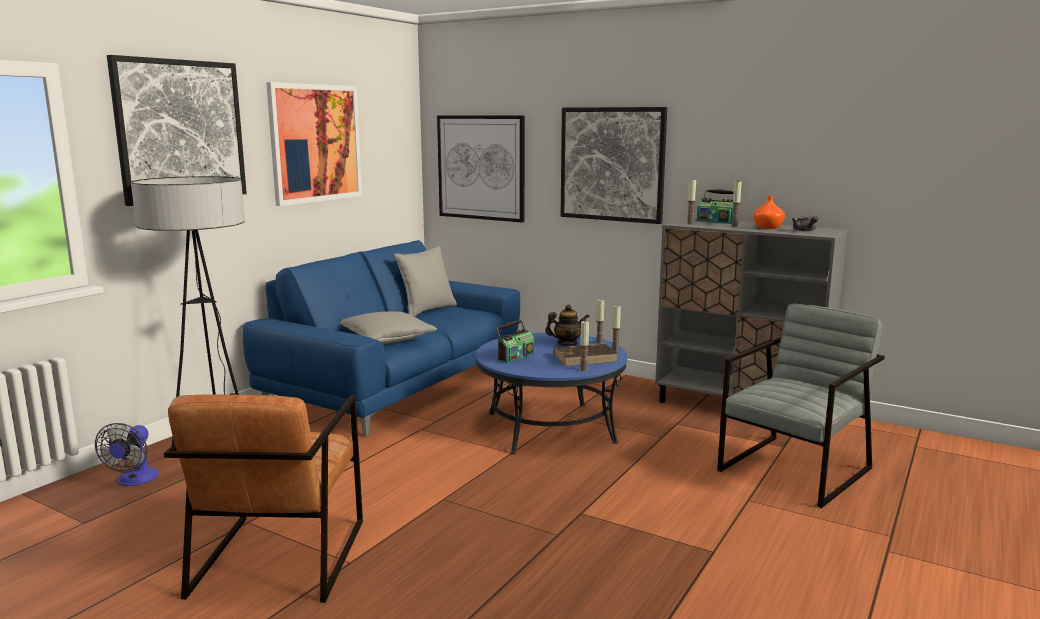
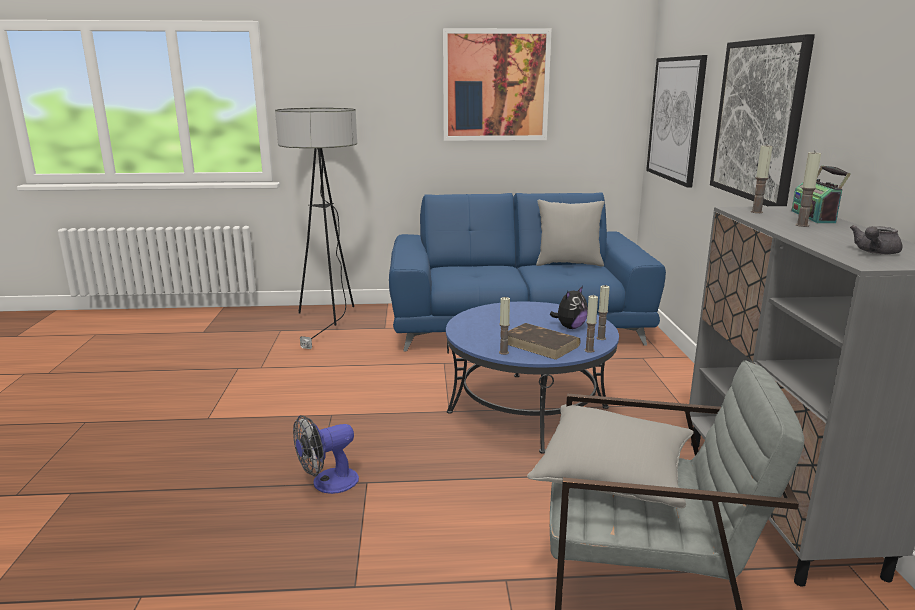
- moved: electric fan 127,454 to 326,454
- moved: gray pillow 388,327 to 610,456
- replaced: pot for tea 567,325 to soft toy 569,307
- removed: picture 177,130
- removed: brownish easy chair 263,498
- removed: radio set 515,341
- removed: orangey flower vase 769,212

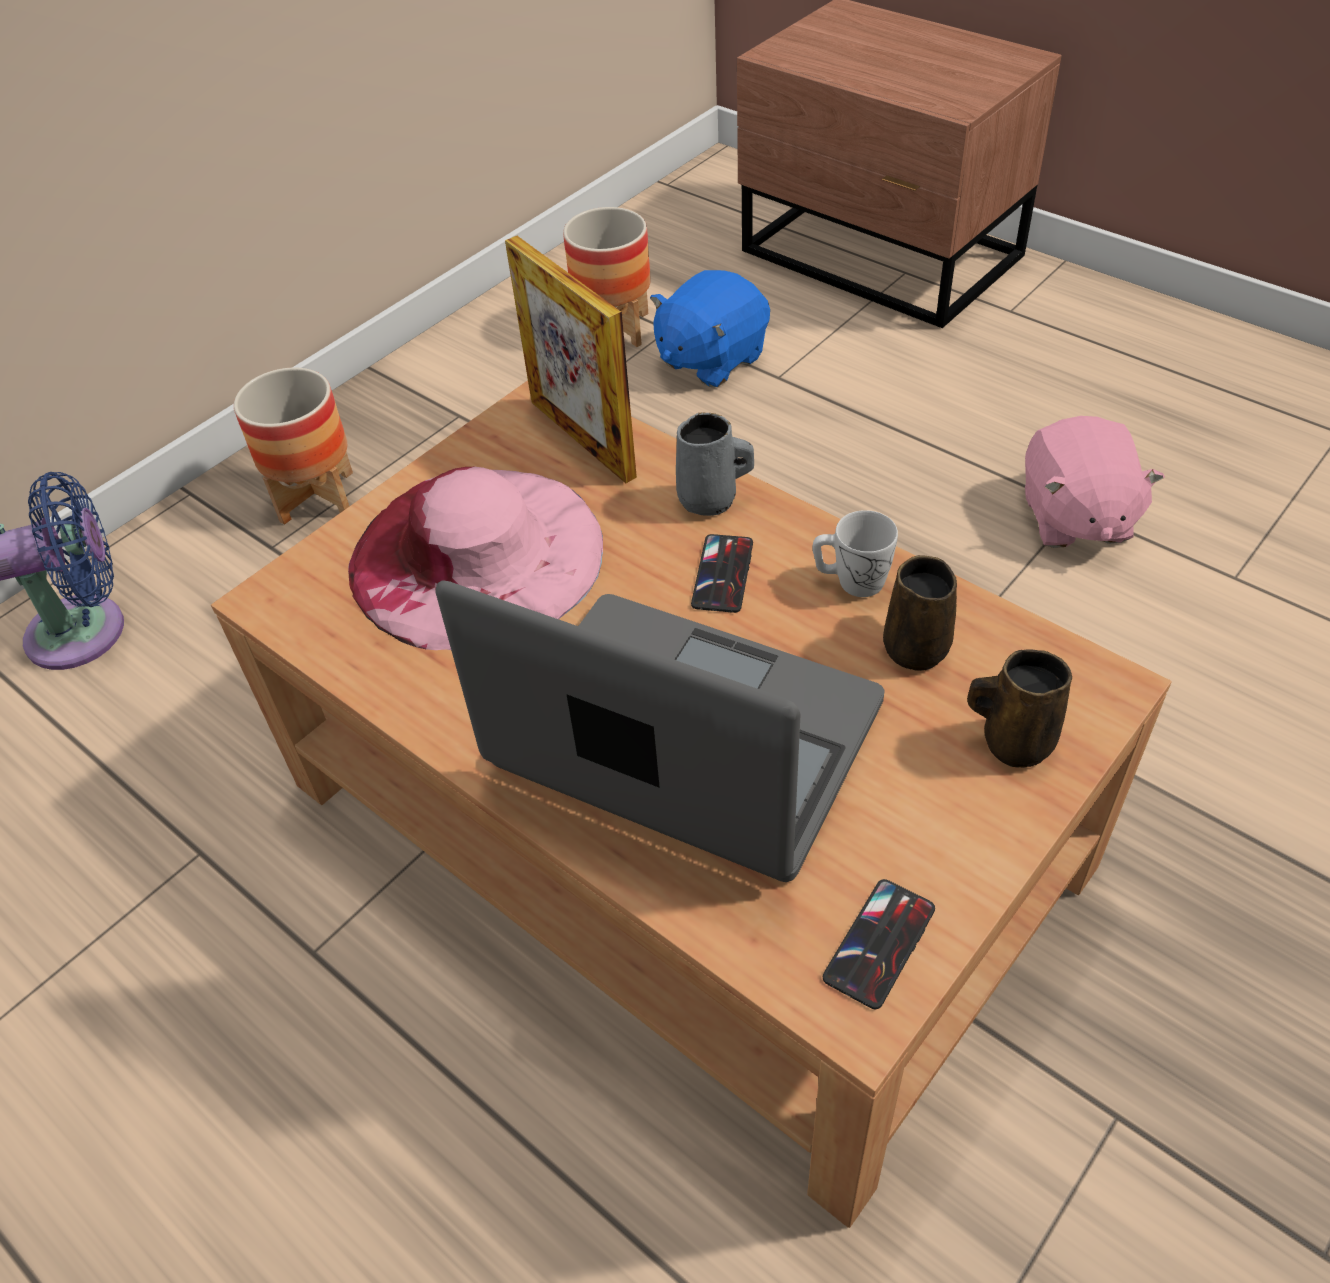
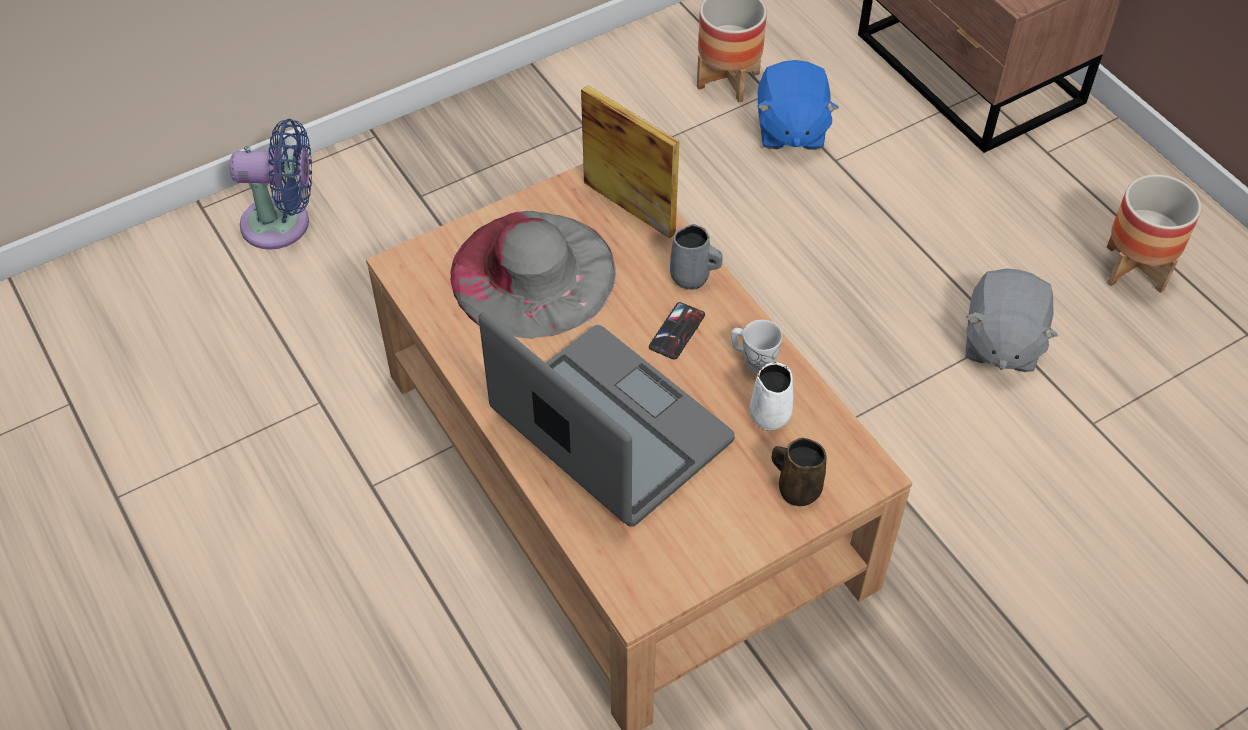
- recoloured: pink hat 475,558 to gray hat 533,275
- turned: standing frame 571,360 = 630,161 150 degrees clockwise
- recoloured: brownish tea mug 920,613 to white tea mug 771,396
- turned: blue-coloured soft toy 710,328 = 798,105 60 degrees counterclockwise
- recoloured: pink soft toy 1095,482 to gray soft toy 1012,320
- moved: plant pot 293,446 to 1154,233
- removed: phone 879,944

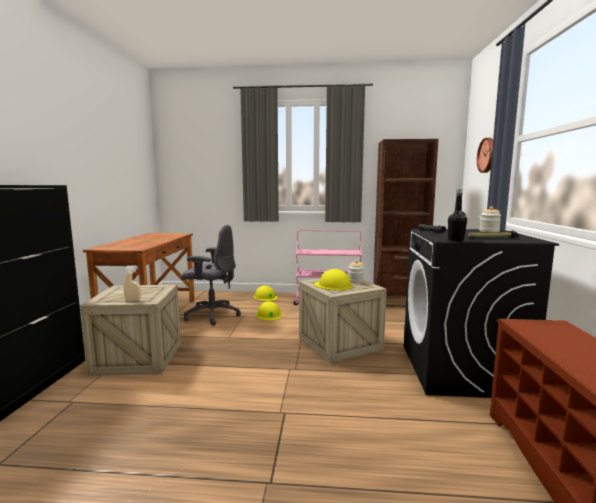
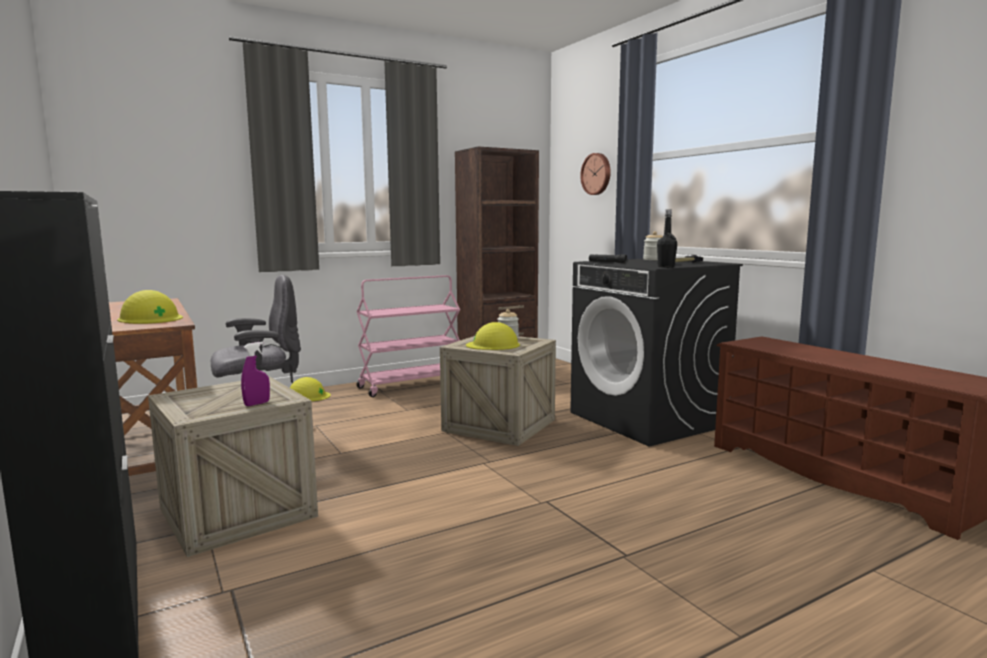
- moved: yellowish hard hat 269,311 to 150,307
- recoloured: beige-coloured sprayer 132,283 to purple sprayer 255,374

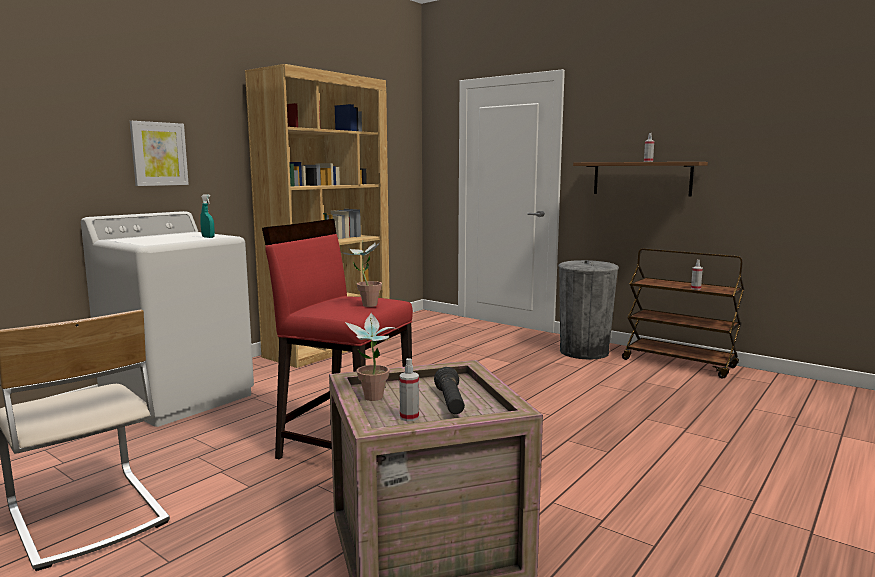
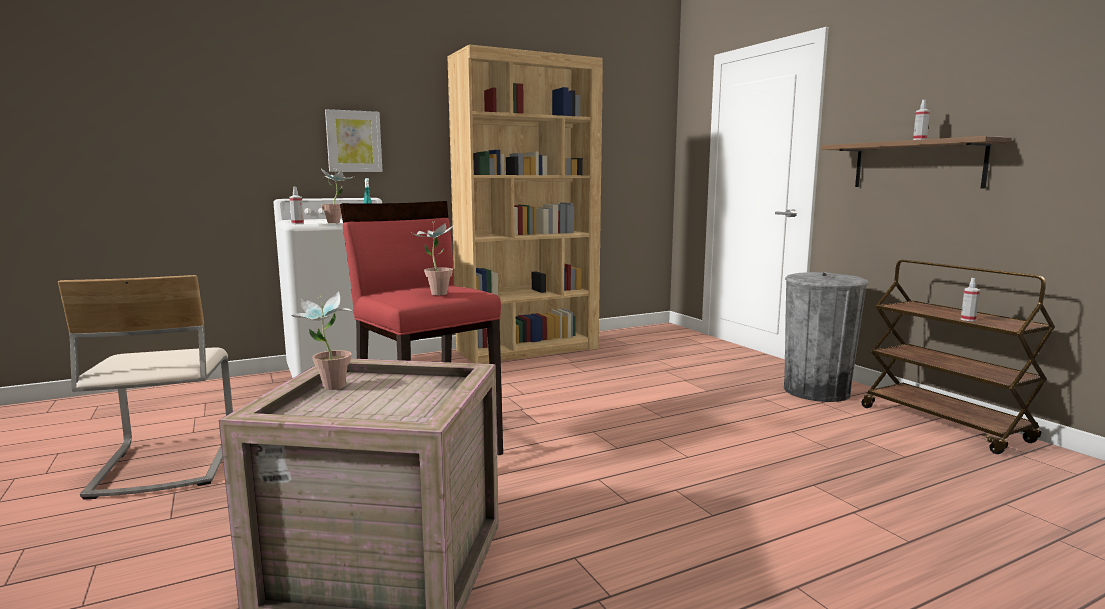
- moved: sprayer 409,389 to 296,205
- added: houseplant 337,195
- removed: black-coloured flashlight 449,390

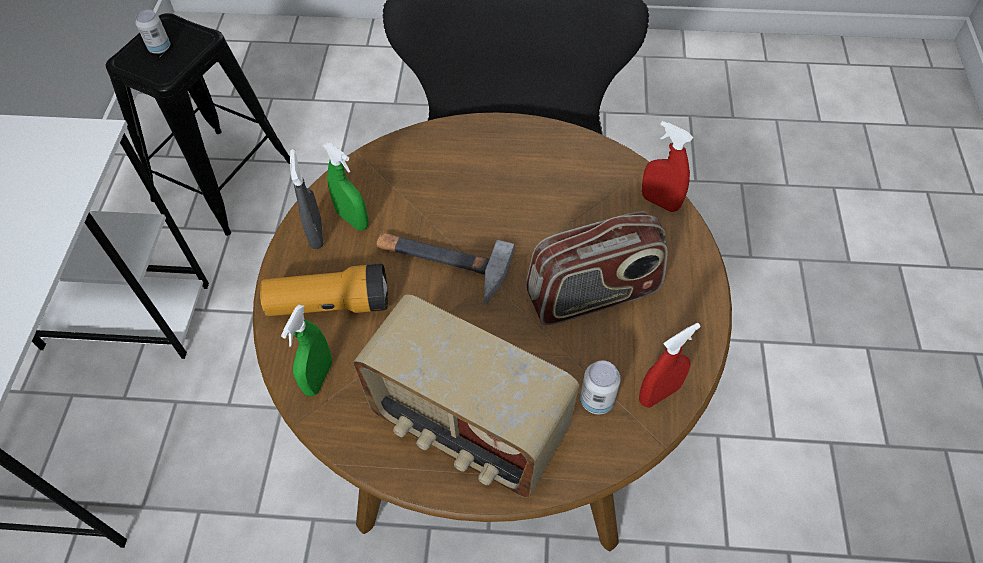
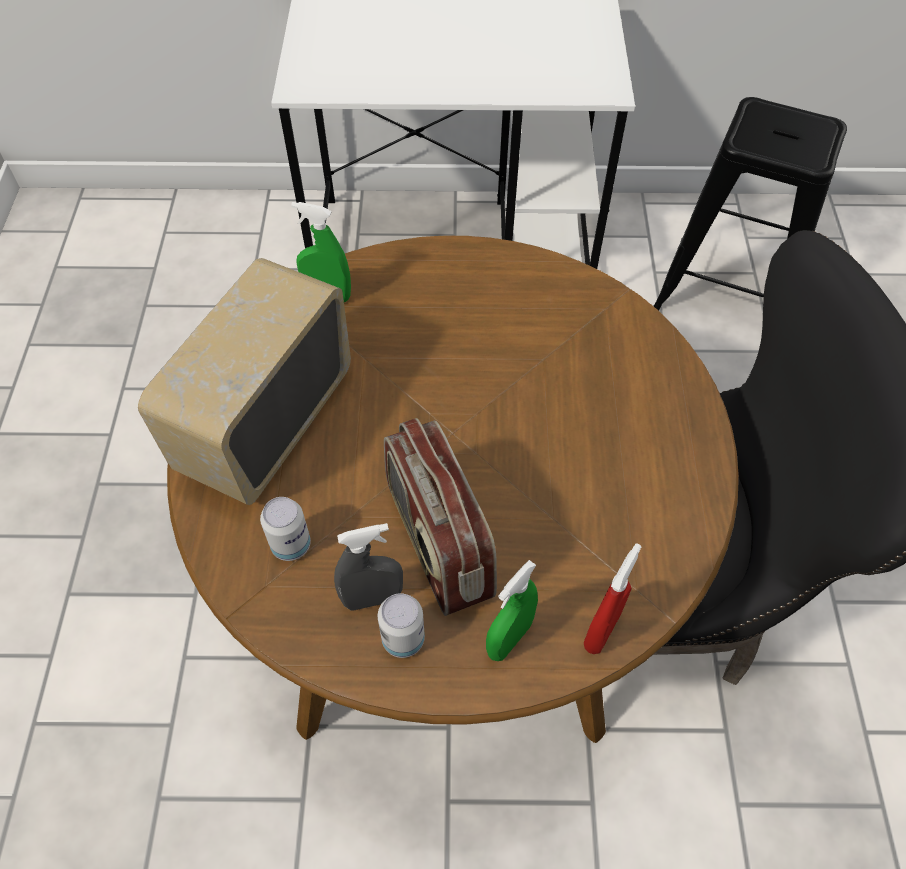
- moved: gray sprayer 306,199 to 368,567
- moved: metal can 152,32 to 401,625
- moved: greenish sprayer 345,186 to 512,610
- removed: flashlight 324,290
- removed: tool hammer 445,268
- removed: reddish sprayer 670,365

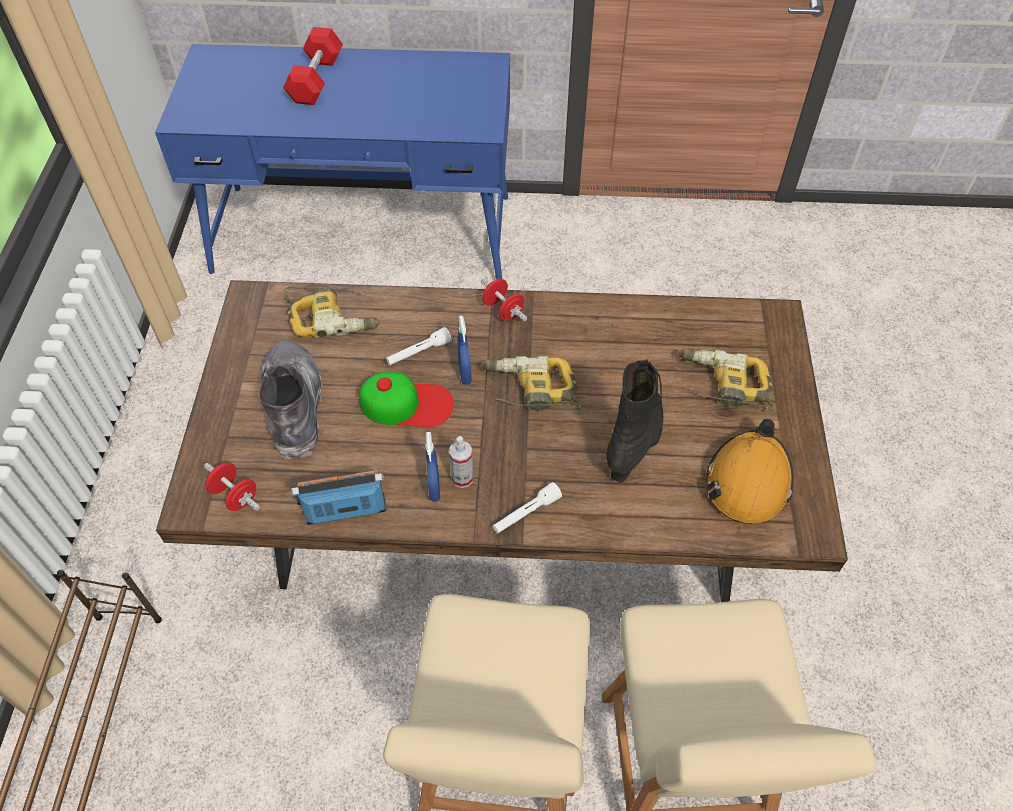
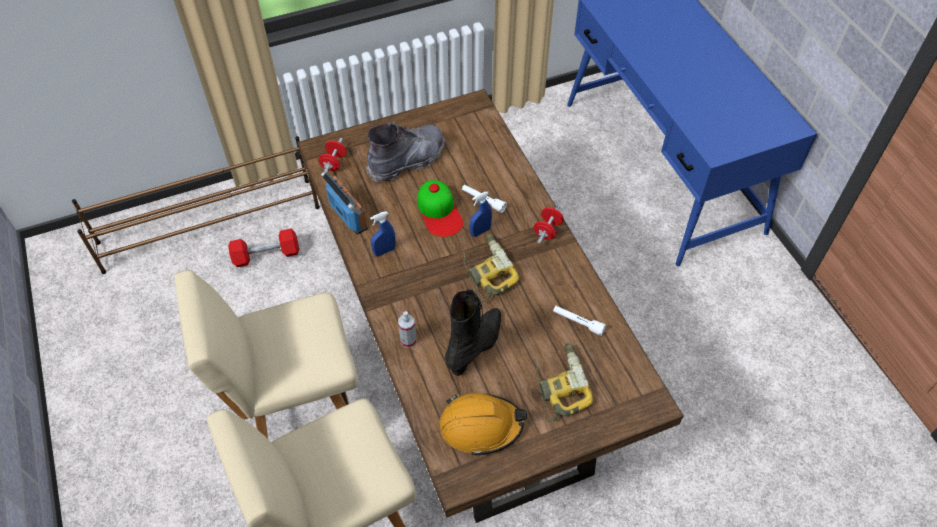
- moved: reddish hand weight 313,66 to 263,248
- moved: sprayer 461,462 to 407,329
- turned: black-coloured tall boot 634,421 = 473,332 60 degrees counterclockwise
- moved: white flashlight 527,507 to 579,321
- removed: electric drill 332,312

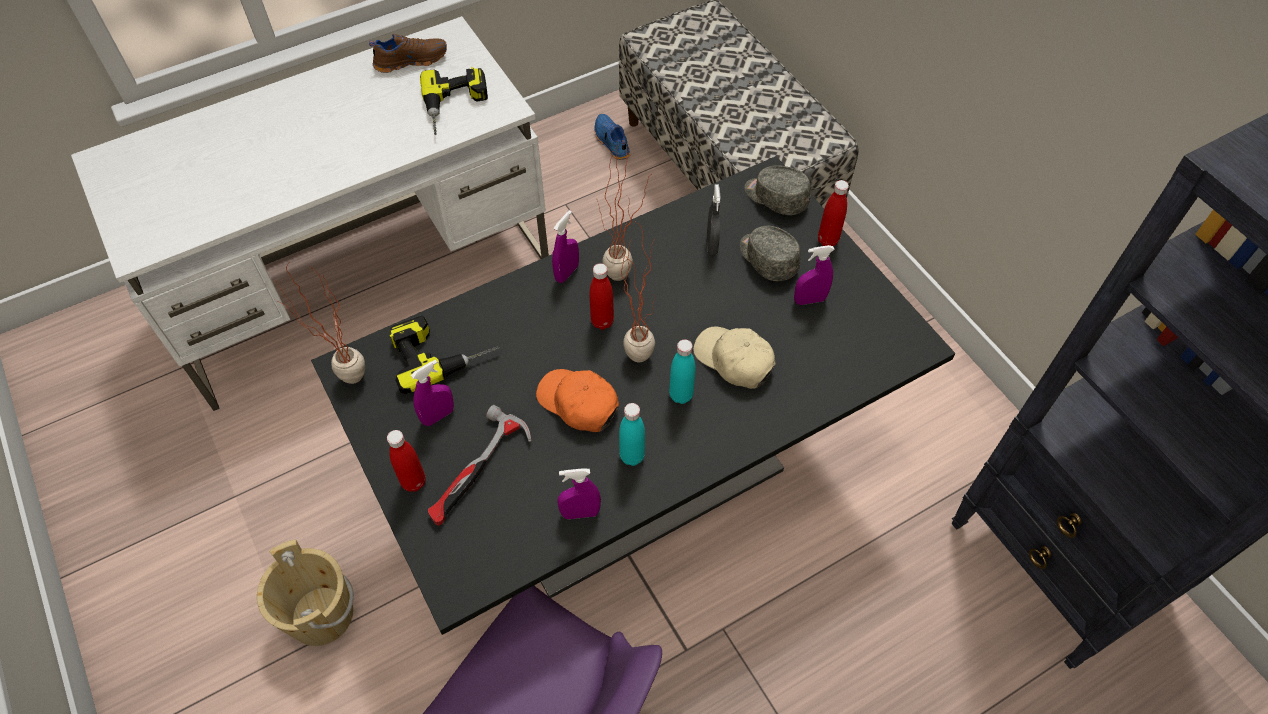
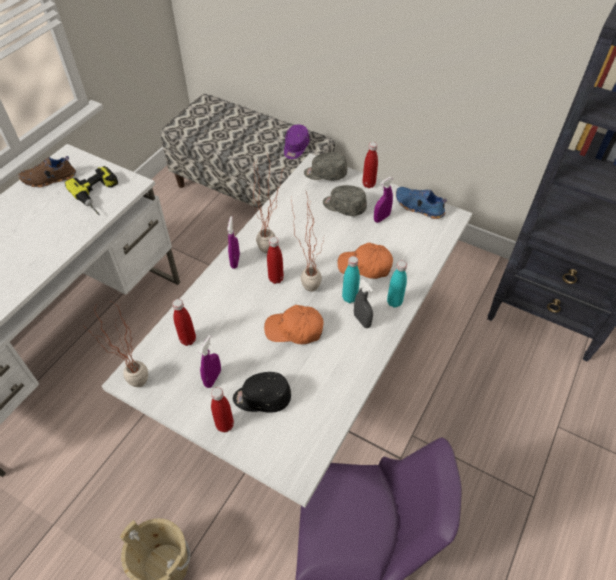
- turned: brownish item of footwear 408,53 = 47,172 150 degrees counterclockwise
- recoloured: black-coloured dining table 633,395 to white dining table 287,330
- replaced: electric drill 444,354 to reddish drink bottle 184,322
- replaced: tool hammer 479,465 to black-coloured peaked cap 262,392
- added: purple peaked cap 296,141
- recoloured: beige-coloured peaked cap 734,358 to orangey peaked cap 365,261
- moved: gray sprayer 713,220 to 364,303
- moved: turquoise drink bottle 632,434 to 397,284
- moved: blue-coloured item of footwear 613,137 to 421,203
- removed: purple sprayer 579,493

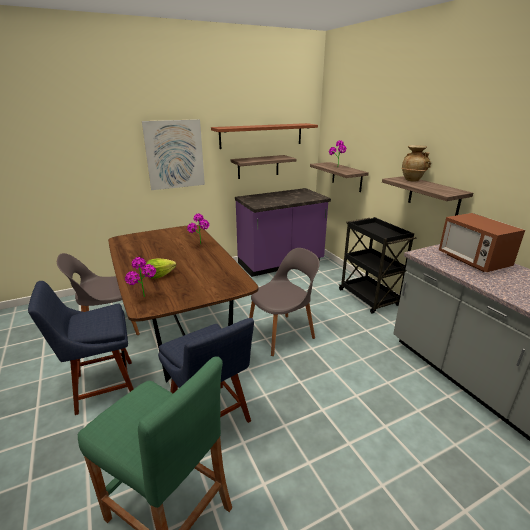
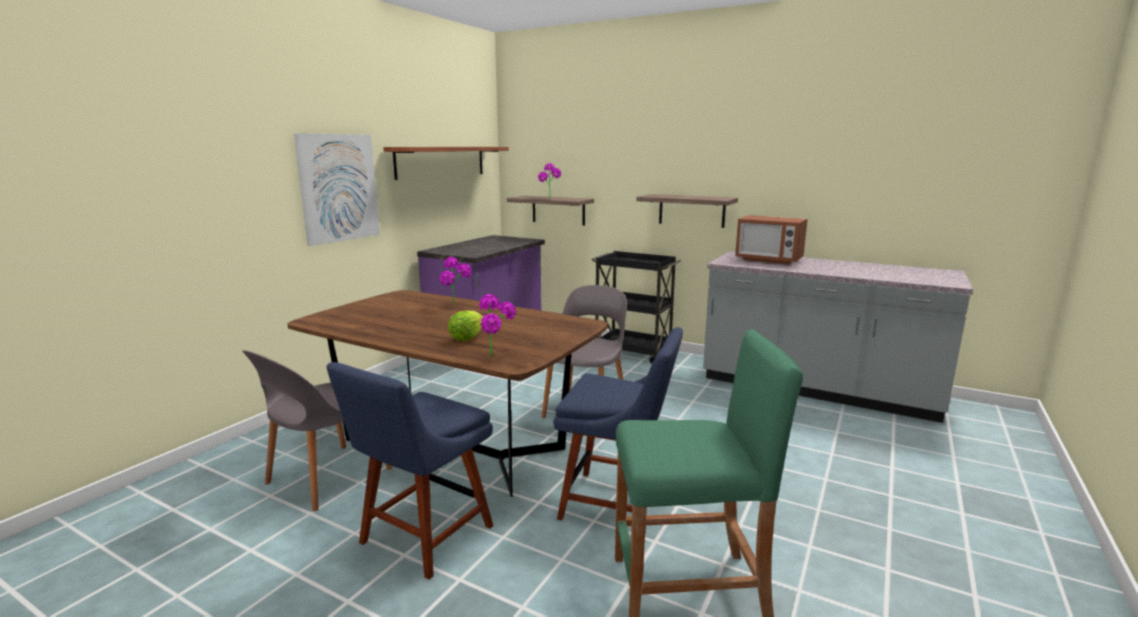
- removed: shelf 264,167
- removed: beige-coloured flower vase 416,163

